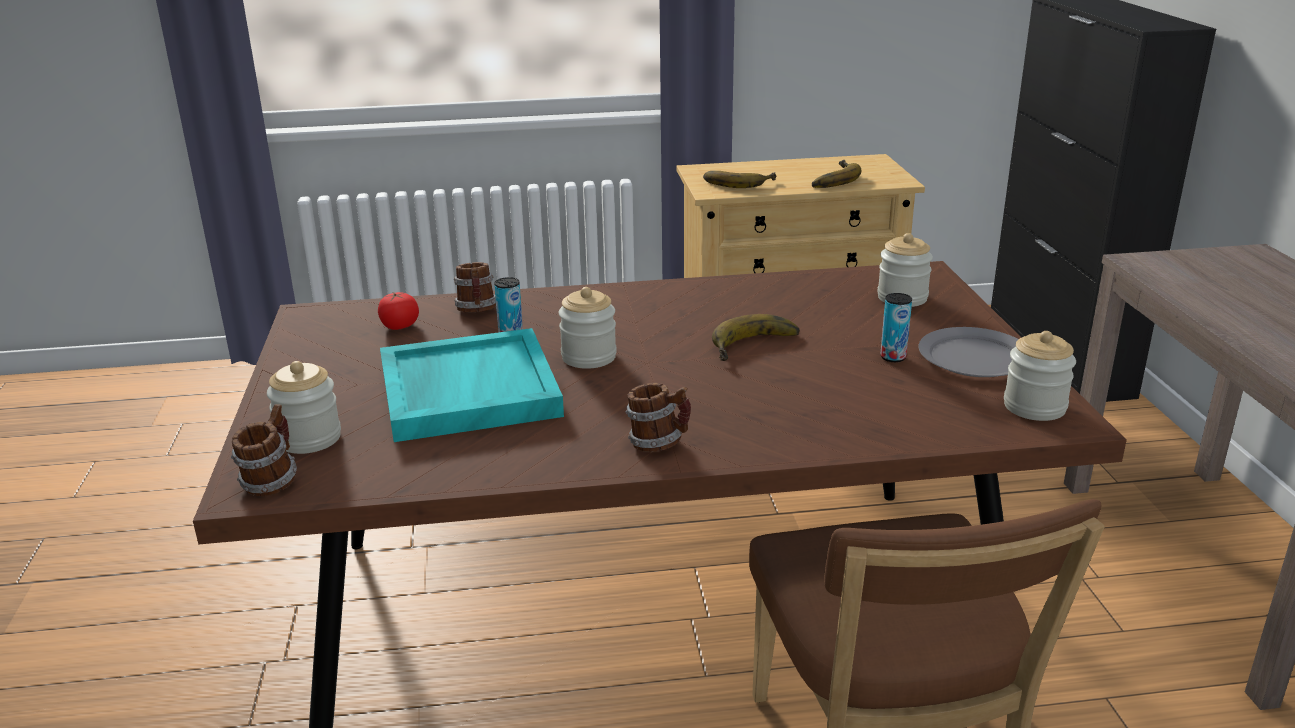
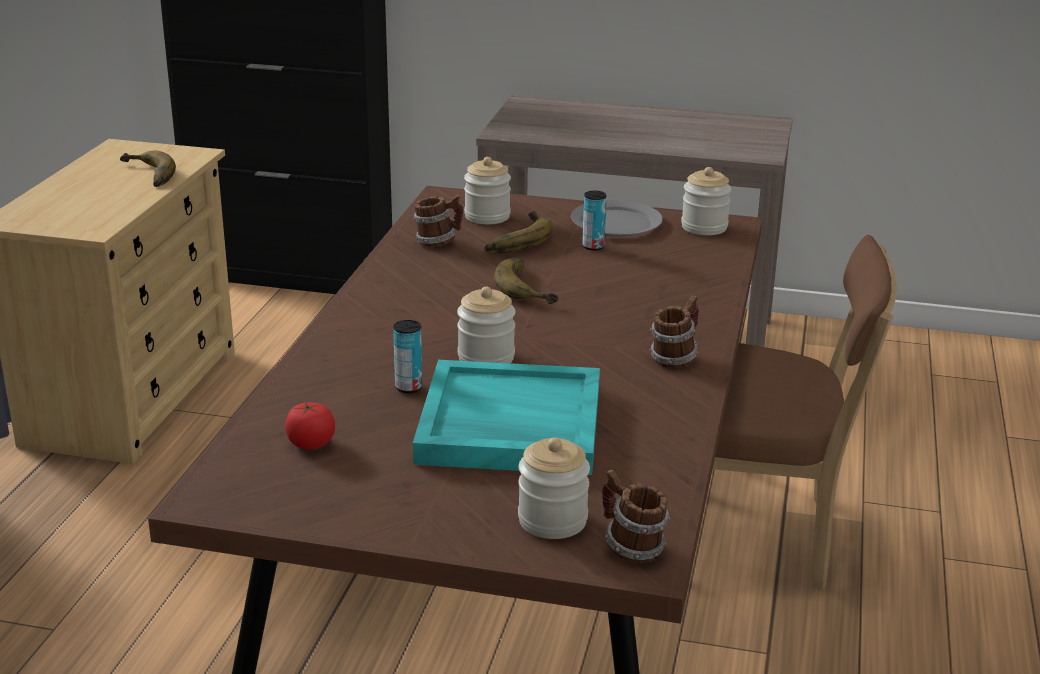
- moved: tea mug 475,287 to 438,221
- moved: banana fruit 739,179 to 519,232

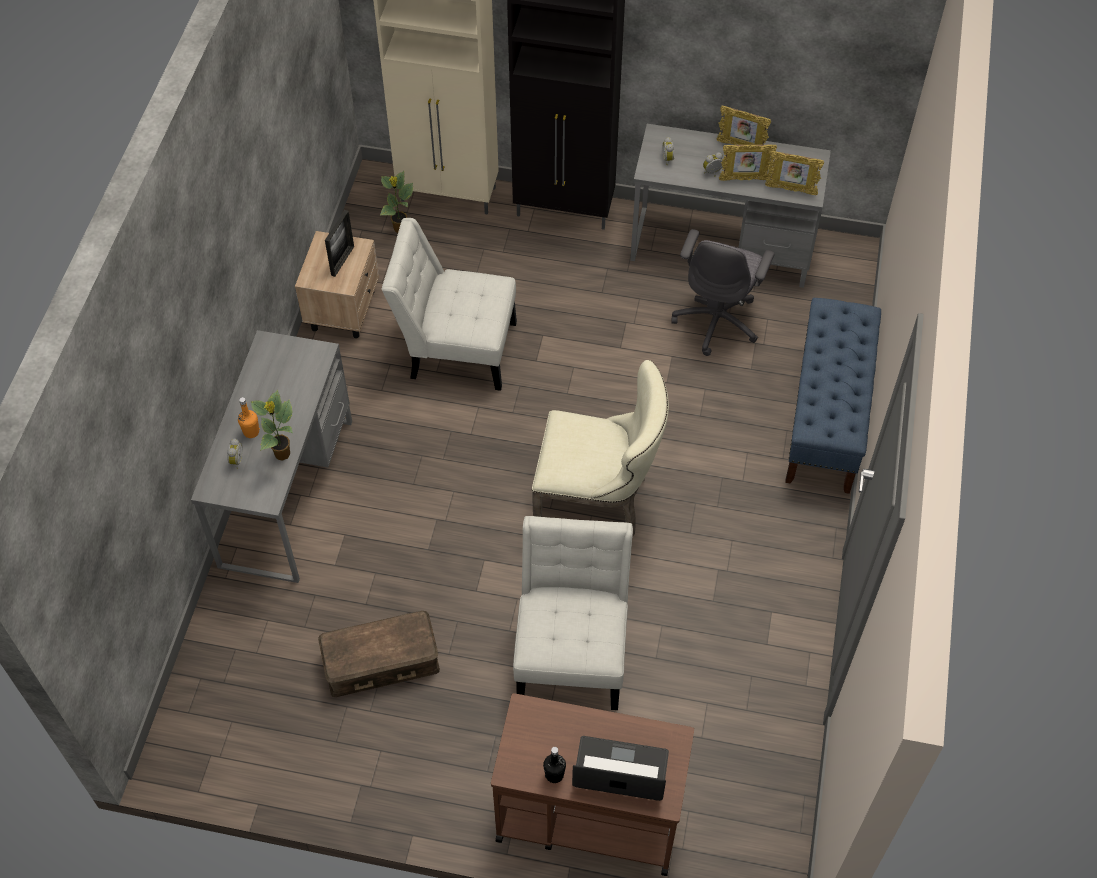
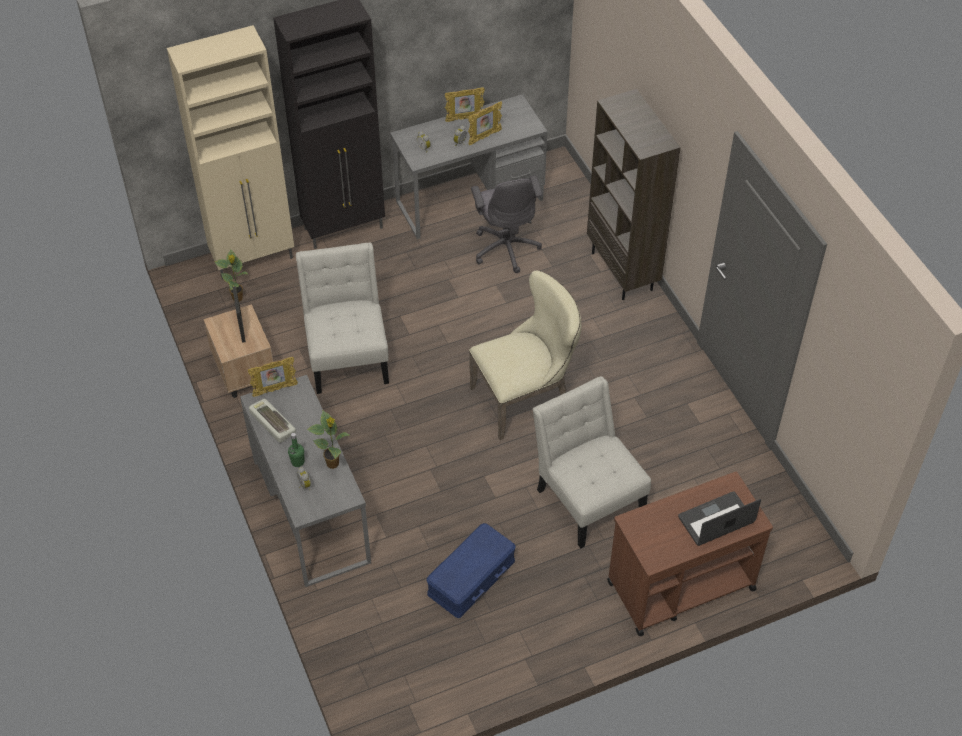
- moved: standing frame 794,173 to 273,377
- added: computer keyboard 272,421
- recoloured: orangey drink bottle 249,417 to greenish drink bottle 296,450
- turned: white plain chair 449,304 = 342,318 105 degrees clockwise
- recoloured: brownish storage container 379,654 to blue-coloured storage container 471,570
- replaced: blue-coloured indoor bench 833,396 to brownish bookcase 634,194
- removed: black-coloured drink bottle 554,765

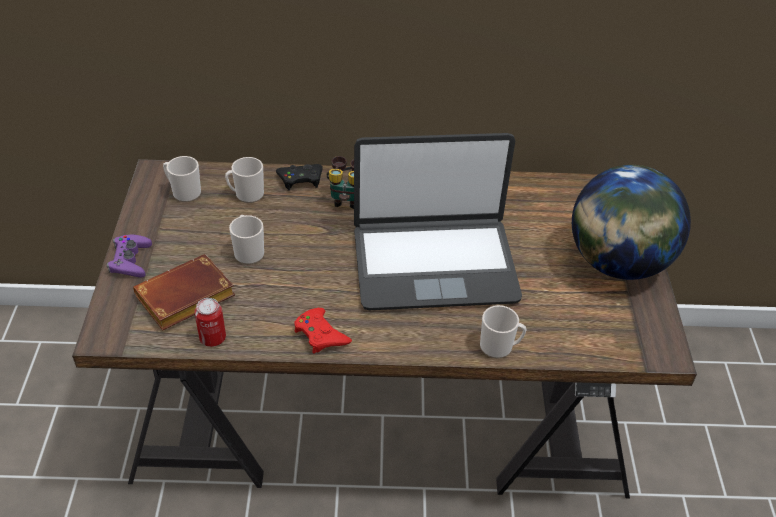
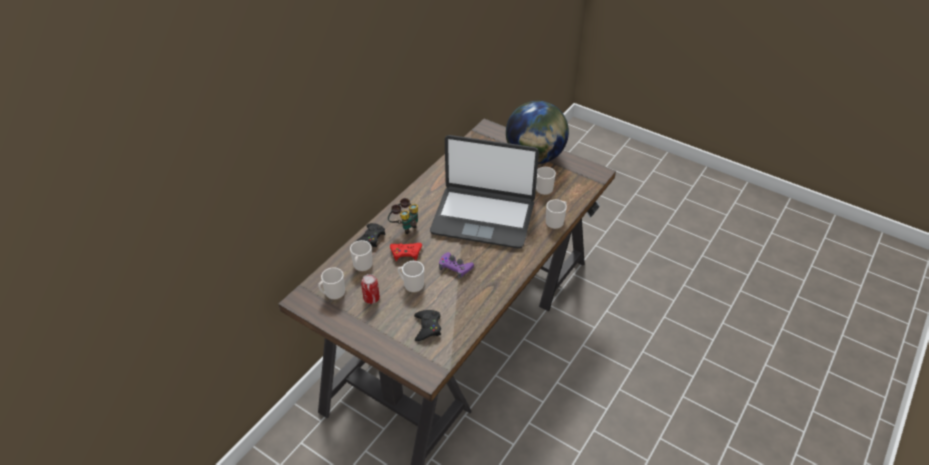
- moved: metal can 210,322 to 370,289
- moved: reddish joypad 323,331 to 406,252
- replaced: brownish bound book 184,292 to black-coloured joypad 427,325
- turned: portable computer 438,221 = 484,192 75 degrees clockwise
- moved: purple joypad 129,256 to 456,265
- added: tea mug 546,181

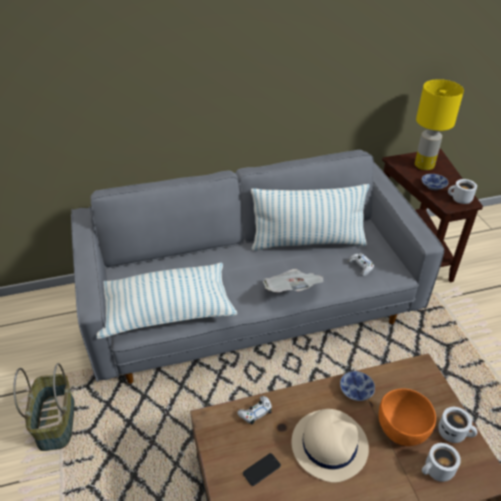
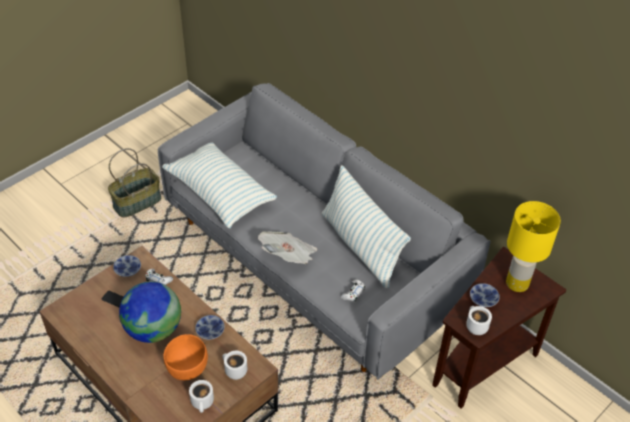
- added: deep dish 127,266
- replaced: beige-coloured hat 330,445 to world globe 150,312
- moved: white tea mug 441,462 to 234,365

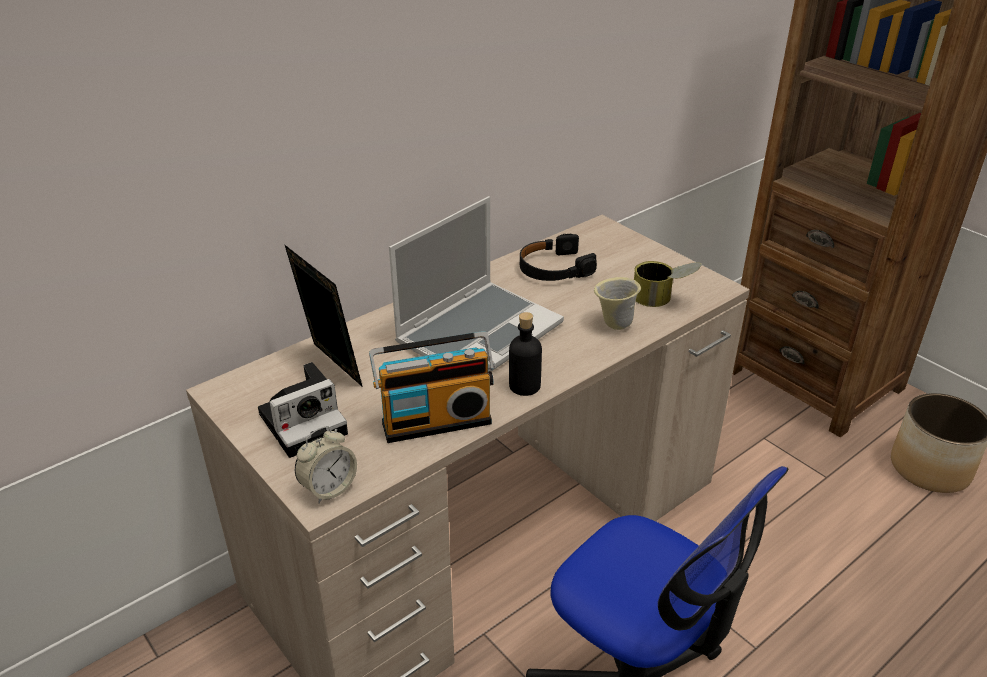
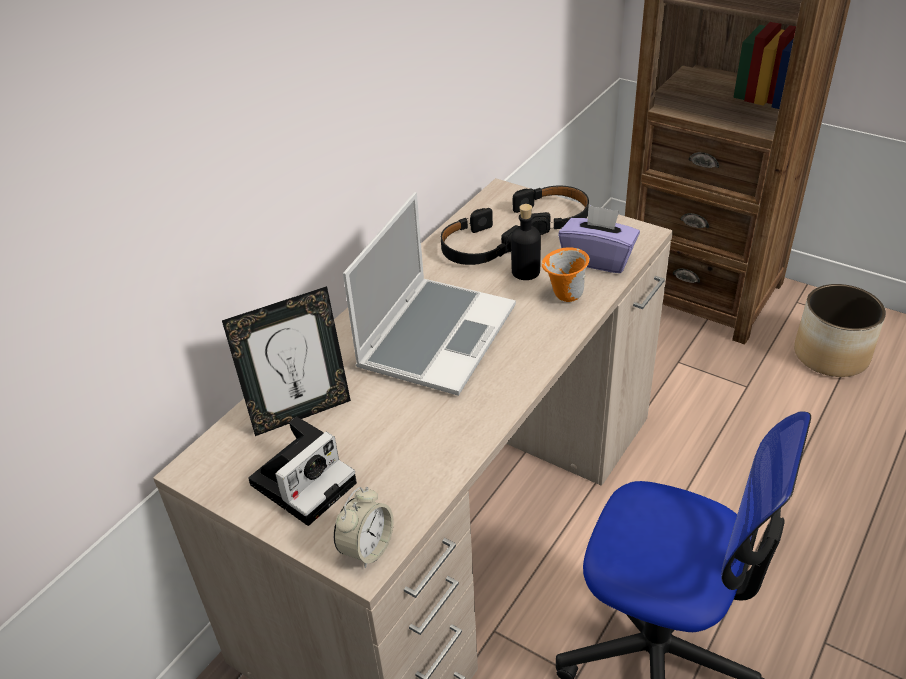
- turned: standing frame 323,315 = 286,361 120 degrees clockwise
- moved: black-coloured drink bottle 525,354 to 526,242
- added: black-coloured headphones 550,210
- recoloured: beige-coloured tea mug 617,303 to orangey tea mug 566,274
- replaced: metal can 668,284 to purple box of tissues 599,239
- removed: radio set 432,387

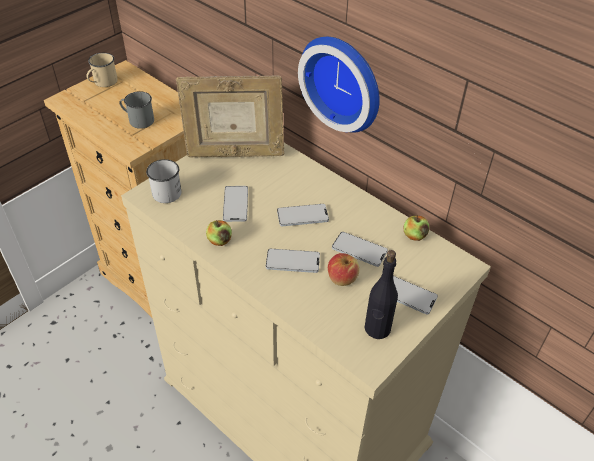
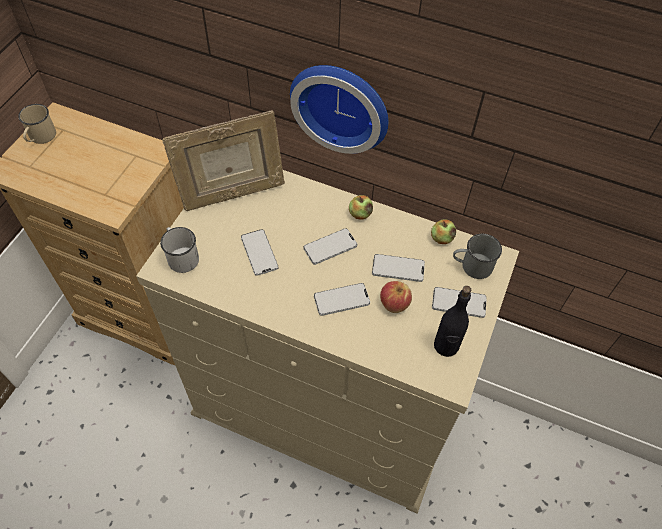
- moved: whole apple 219,233 to 361,207
- moved: gray tea mug 136,110 to 477,256

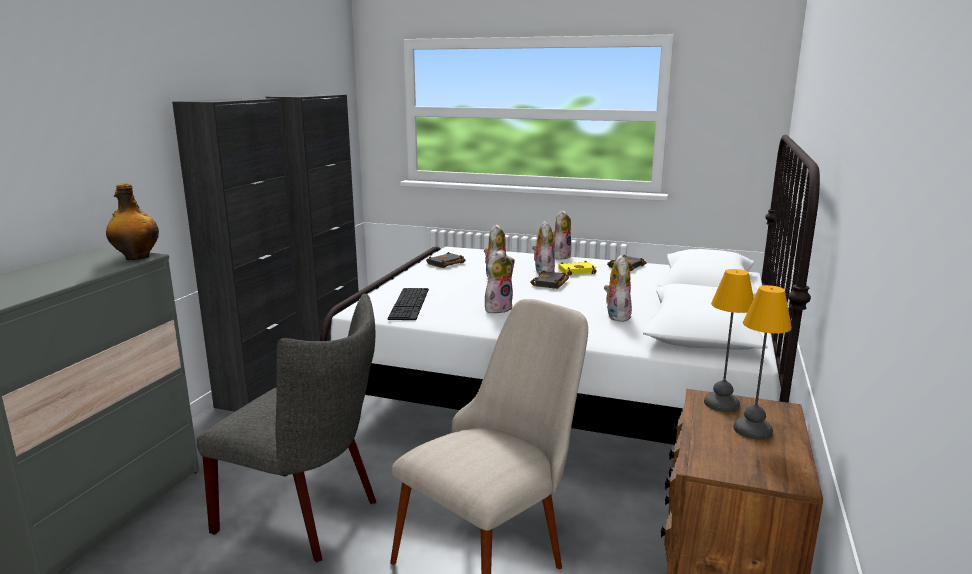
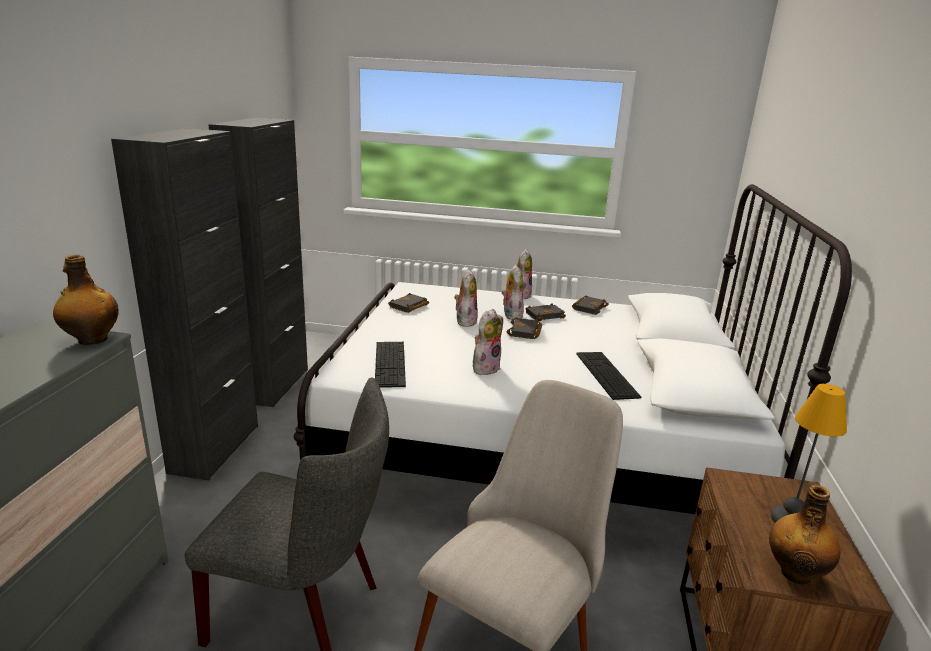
- recoloured: yellowish bound book 577,268 to black-coloured bound book 546,312
- replaced: soft toy 618,288 to computer keyboard 608,376
- added: drink bottle 804,535
- removed: table lamp 729,340

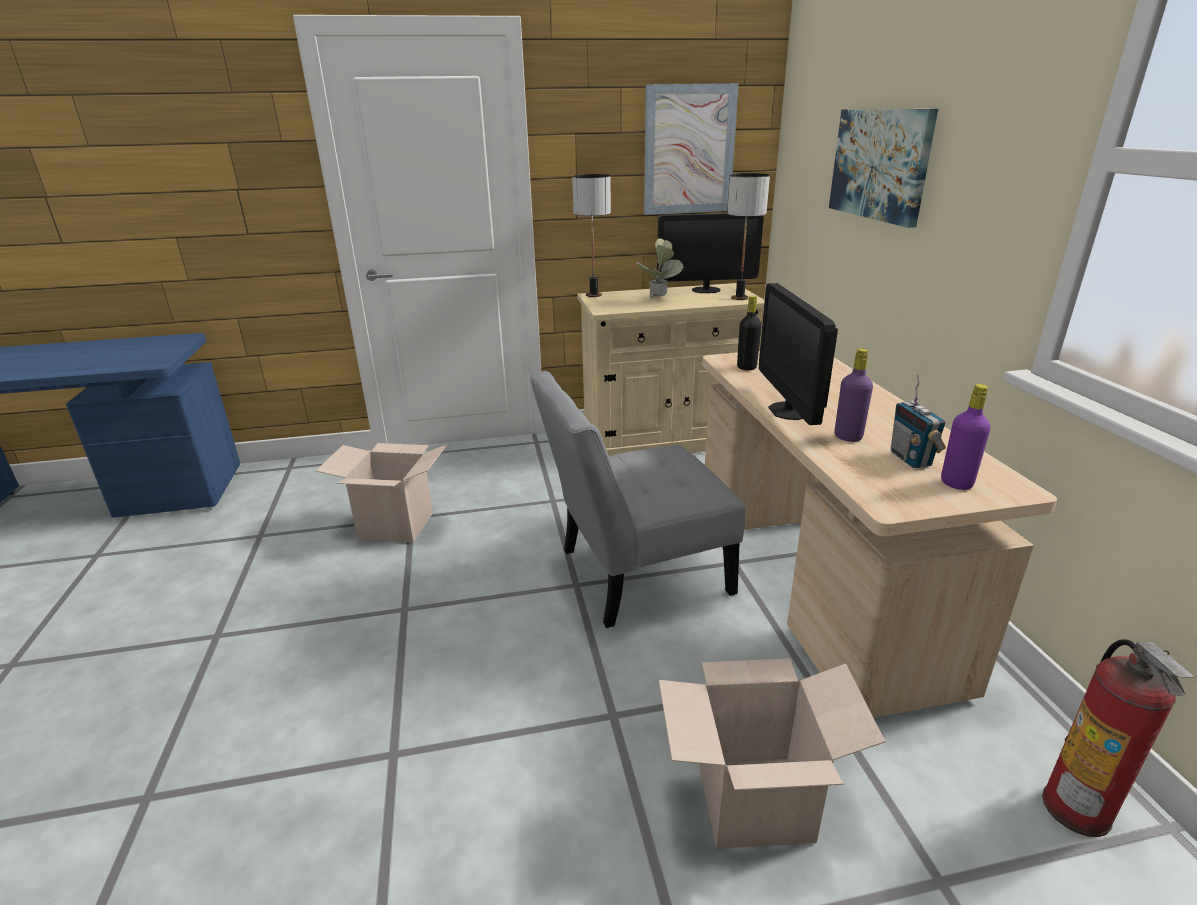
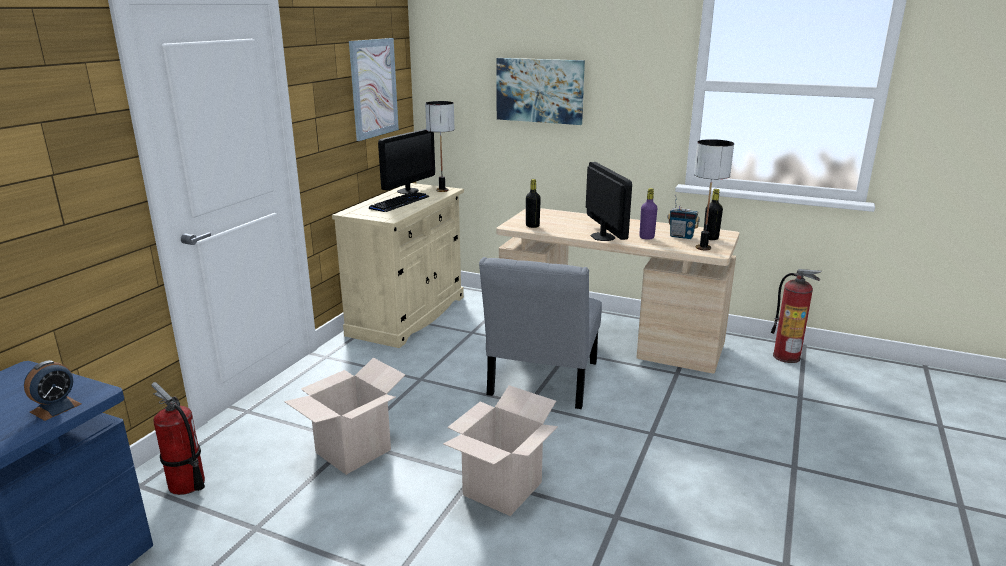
- added: alarm clock 53,390
- added: fire-fighting cylinder 178,438
- replaced: houseplant 659,268 to computer keyboard 399,202
- moved: packing box 772,753 to 500,450
- turned: computer screen 798,354 = 609,201 135 degrees counterclockwise
- moved: table lamp 591,235 to 714,194
- recoloured: purple drink bottle 965,437 to black-coloured drink bottle 713,214

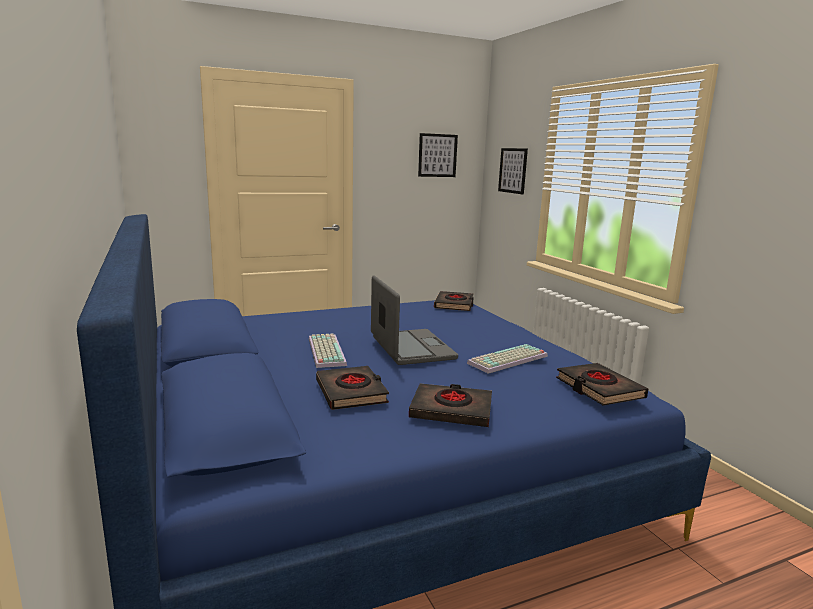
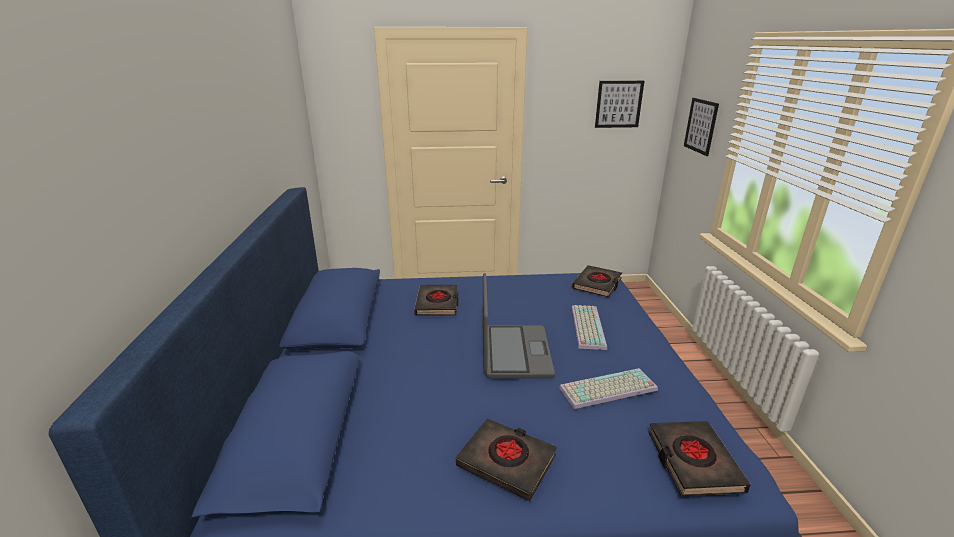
- moved: black-coloured bound book 352,388 to 436,300
- moved: computer keyboard 328,351 to 589,327

